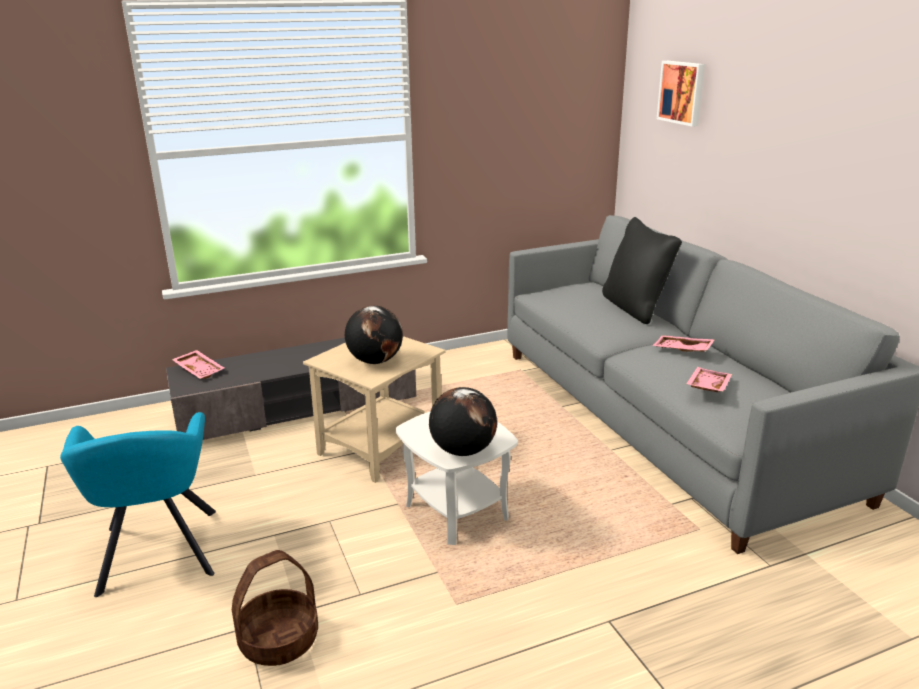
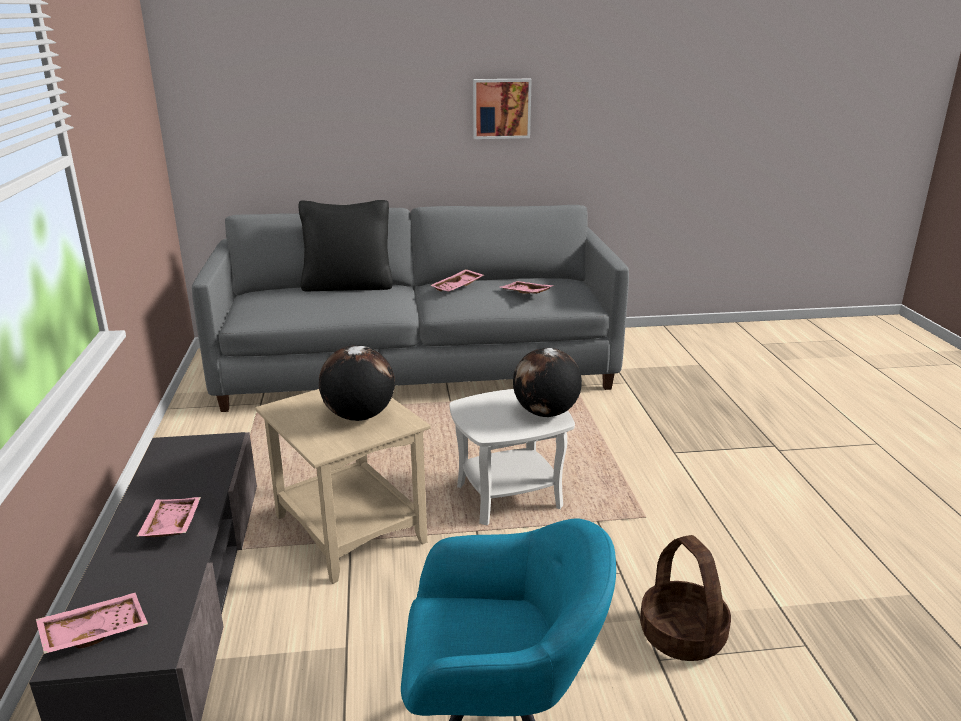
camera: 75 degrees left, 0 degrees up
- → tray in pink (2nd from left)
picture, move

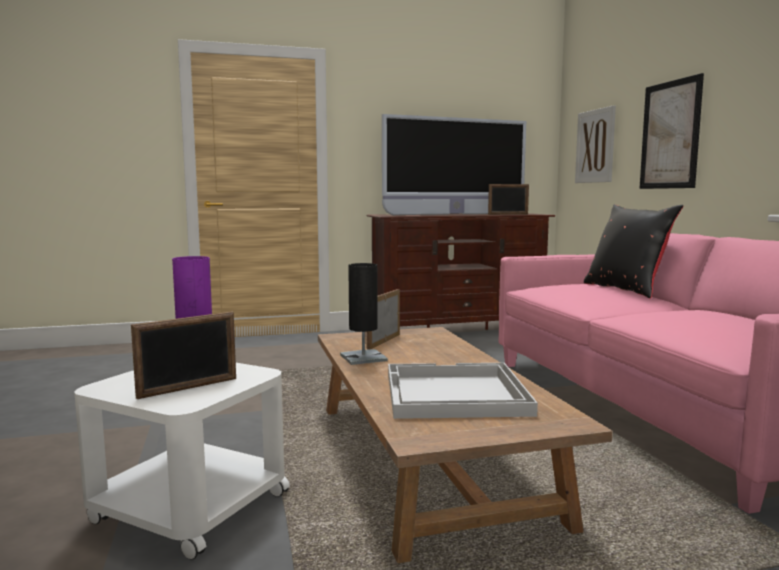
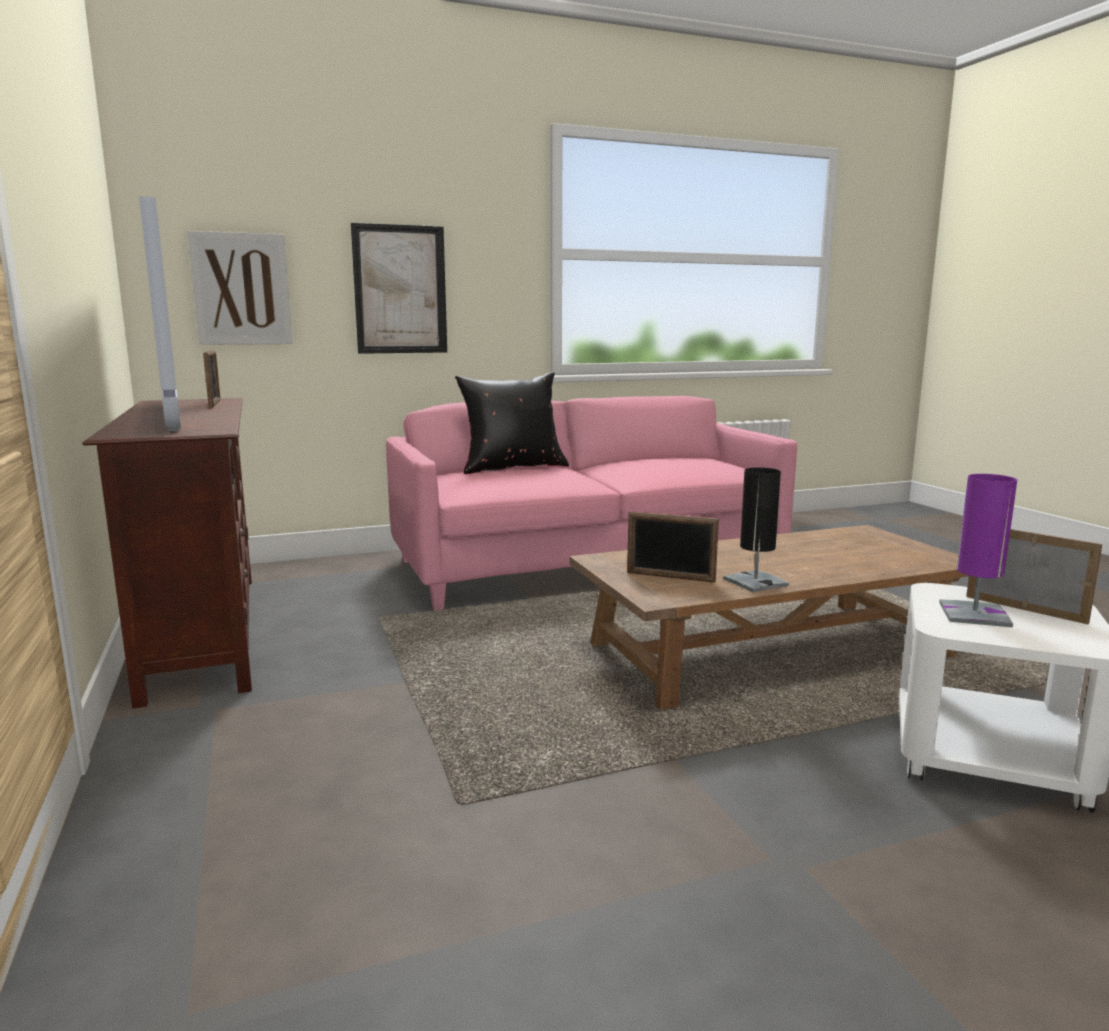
camera: 95 degrees left, 5 degrees up
tray in white → -

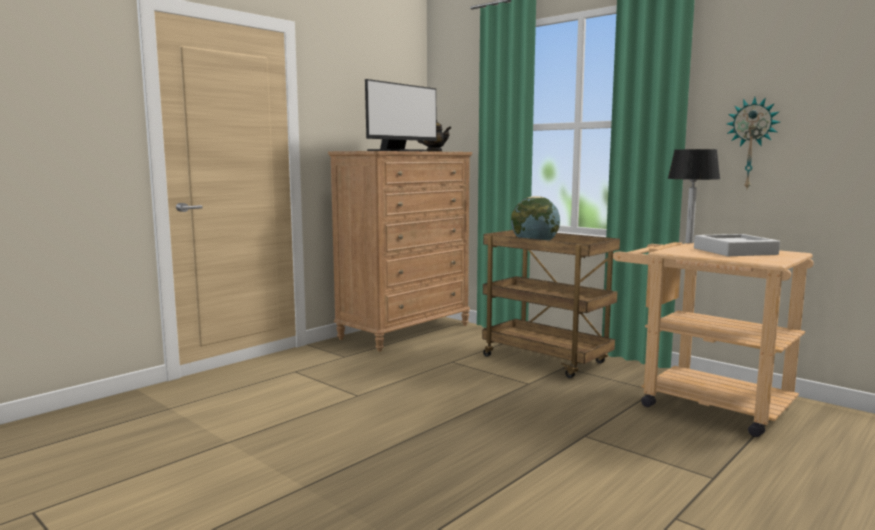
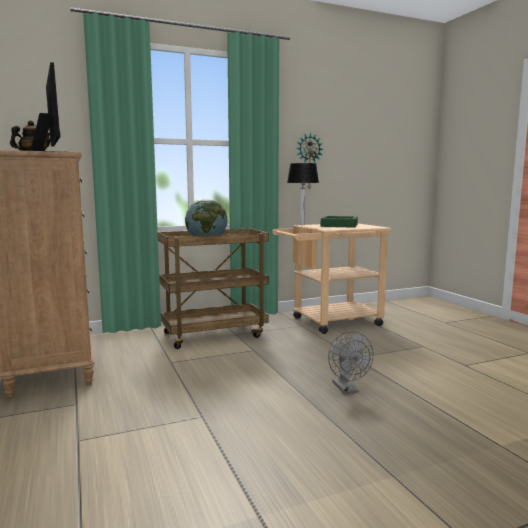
camera: 65 degrees left, 0 degrees up
- → fan in grey
tray in grey → tray in green

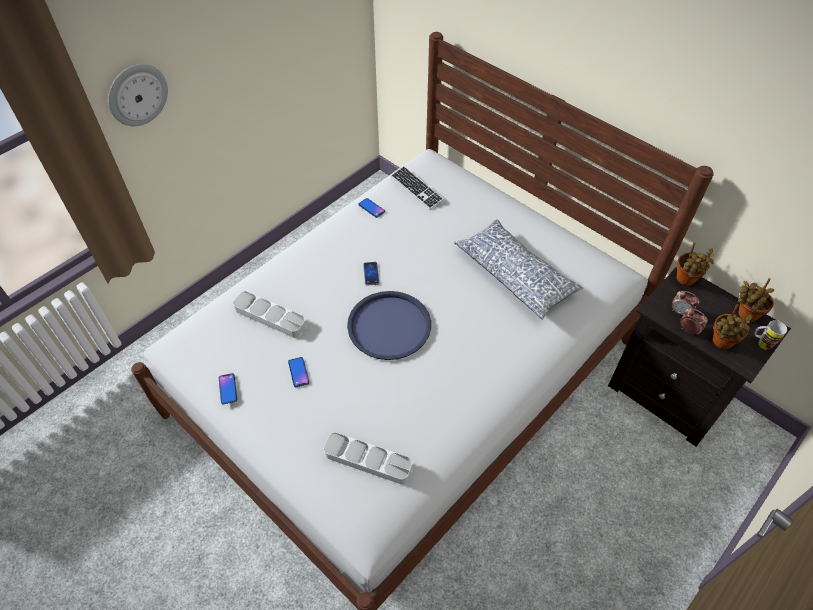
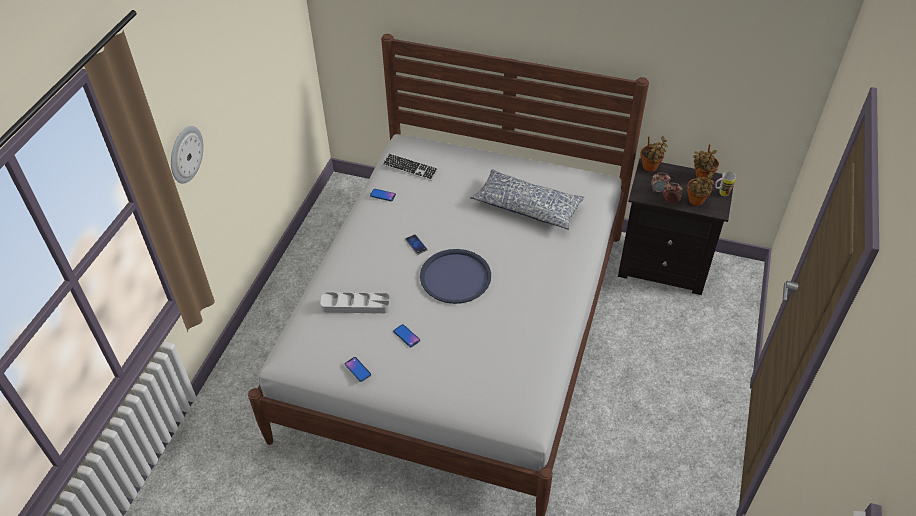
camera: 25 degrees left, 5 degrees down
tray in grey (2nd from left) → -

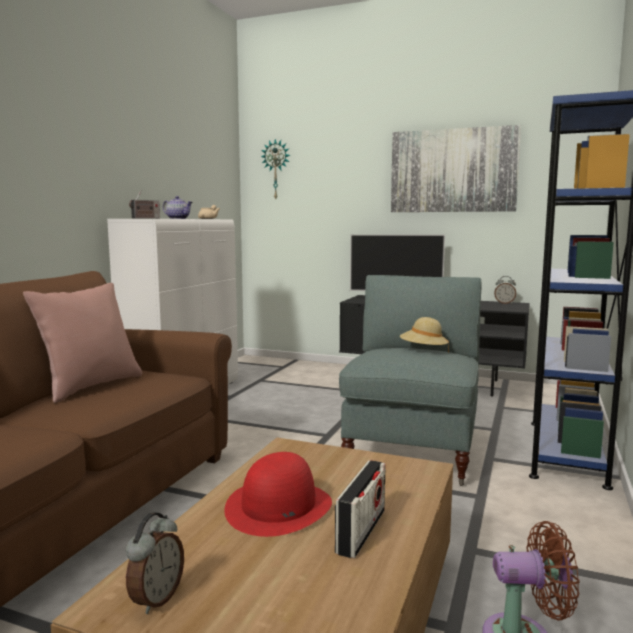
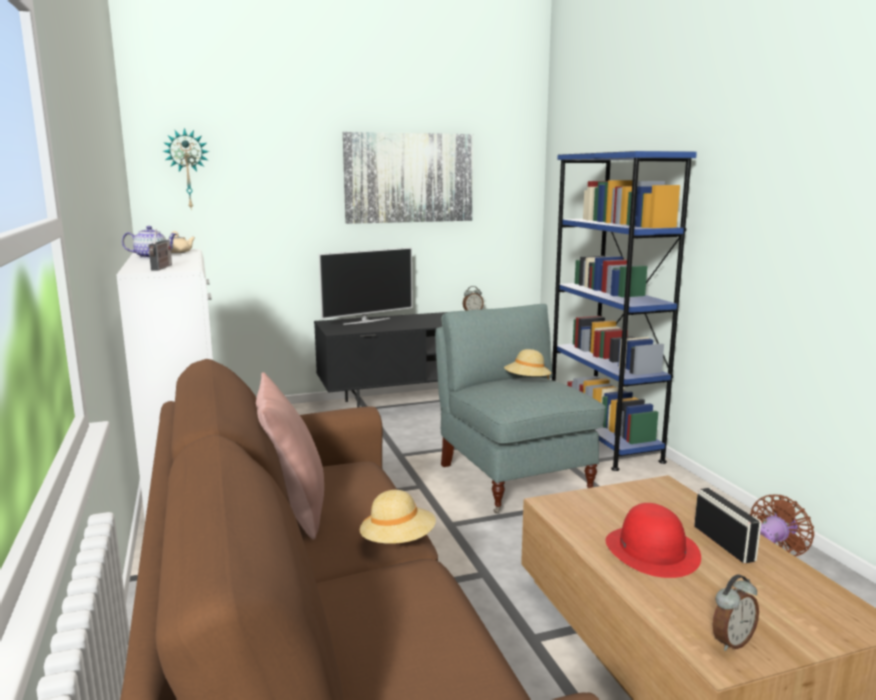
camera: 40 degrees left, 5 degrees up
- → hat in beige (1st from left)
alarm clock (1st from left in the first image) → alarm clock (2nd from left), 75 degrees clockwise

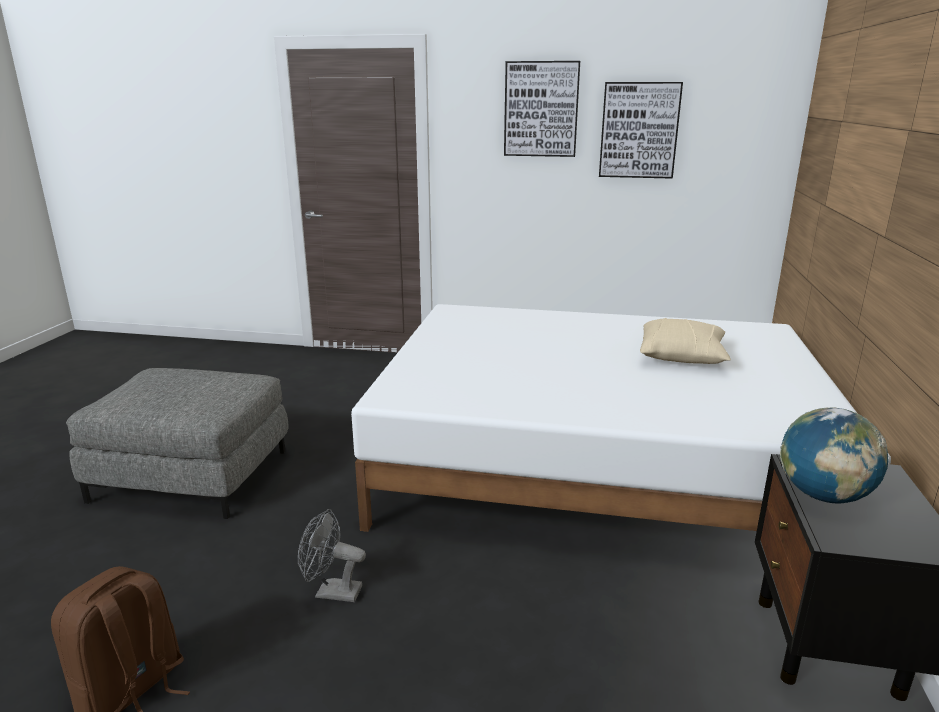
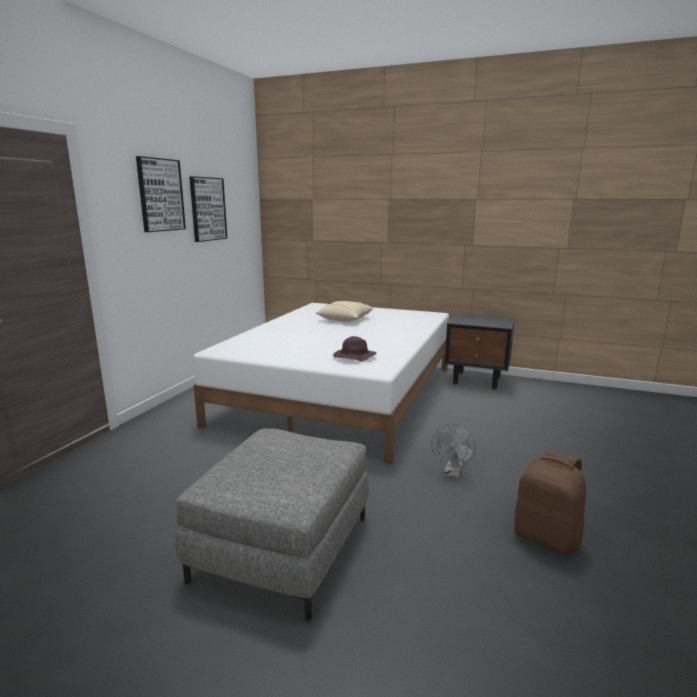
camera: 80 degrees left, 5 degrees down
globe → -
- → hat in purple

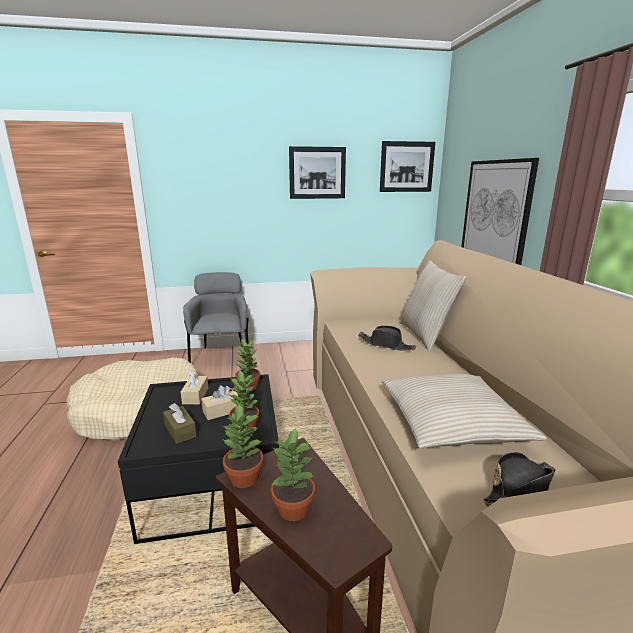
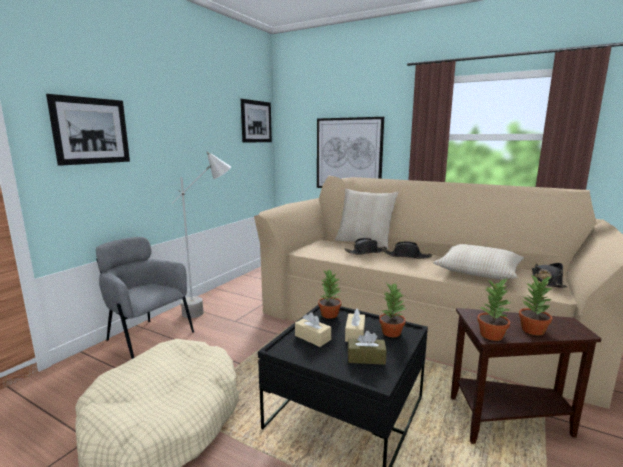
camera: 50 degrees left, 5 degrees down
- → floor lamp in grey
- → hat in black (2nd from left)
picture (1st from left), move

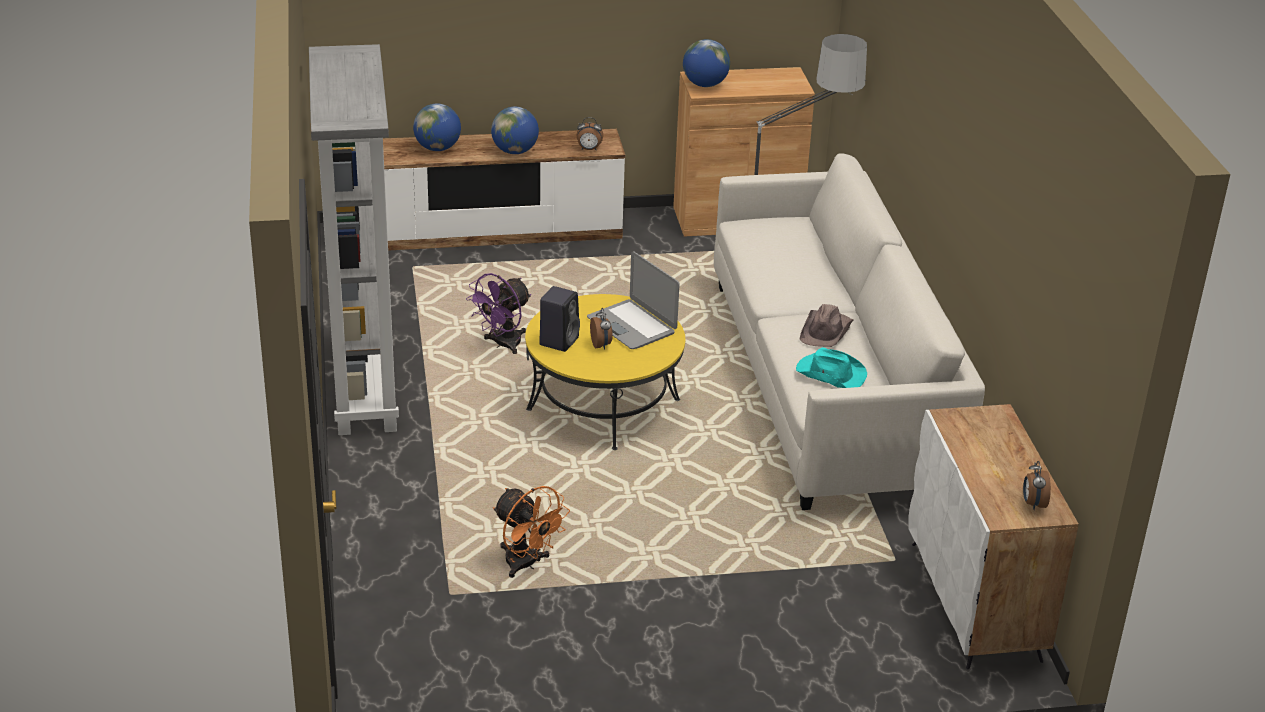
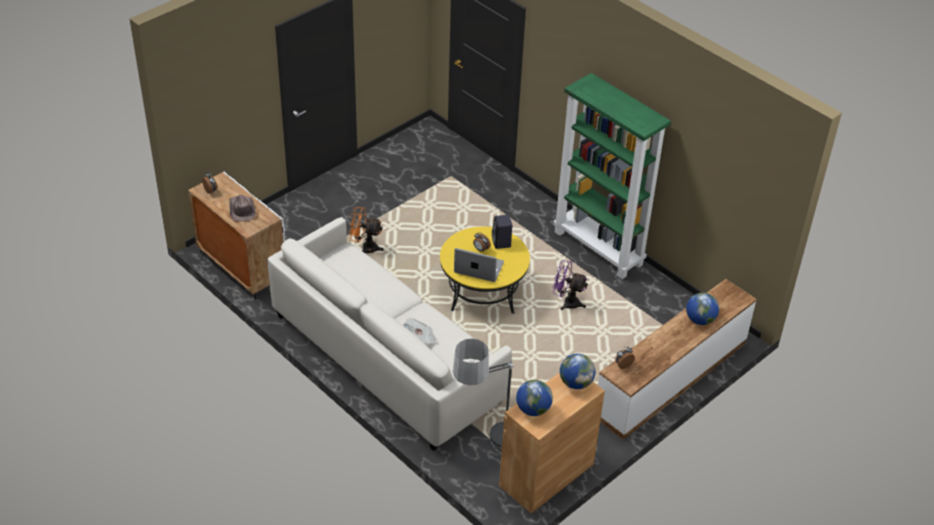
camera: 145 degrees right, 10 degrees up
hat in turquoise → -
- → newspaper
globe (2nd from left in the first image) → globe (1st from left), move
fan in orange, move
hat in brown, move
bookcase in grey → bookcase in green
fan in purple, 75 degrees counterclockwise

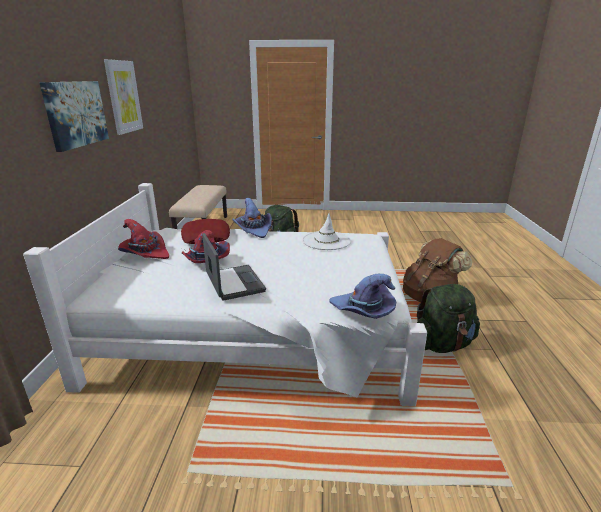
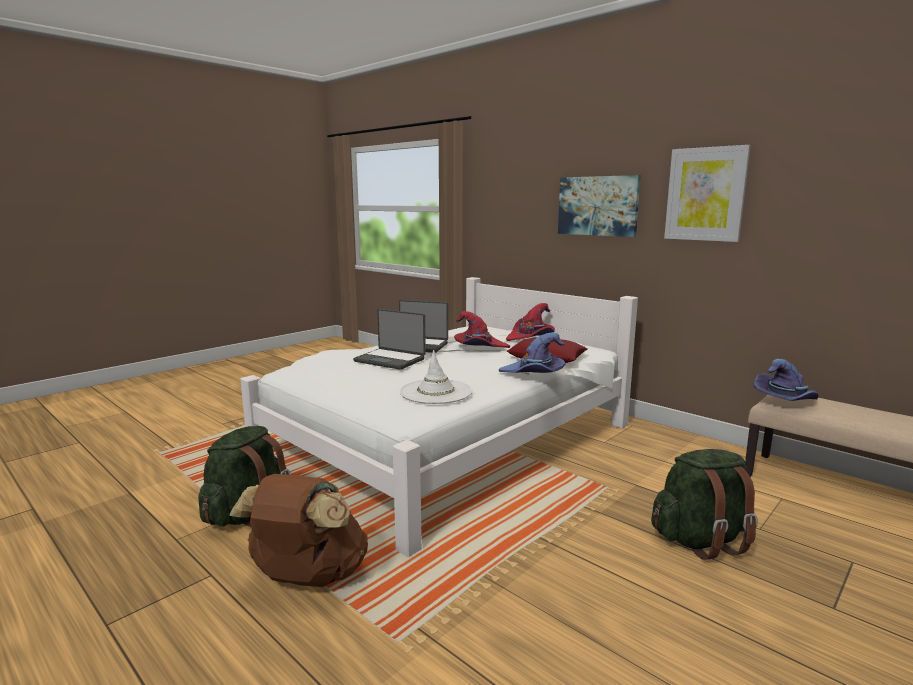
camera: 130 degrees right, 10 degrees down
- → laptop (1st from left)
hat in purple (2nd from left), move

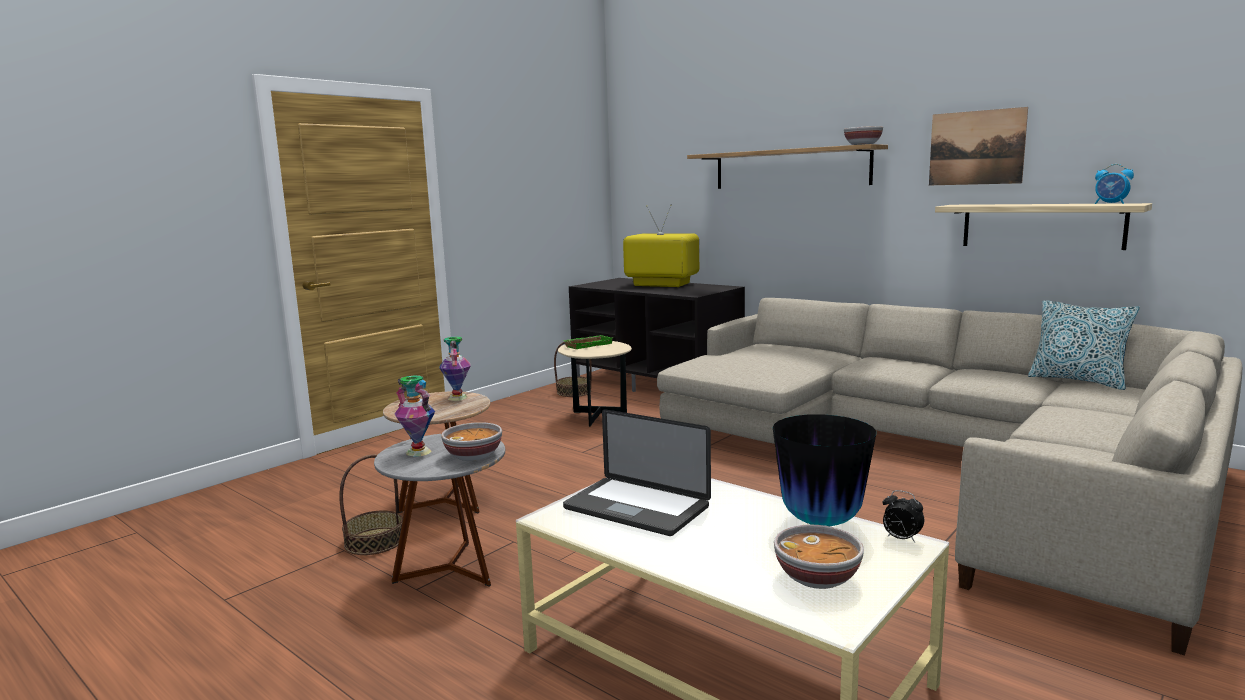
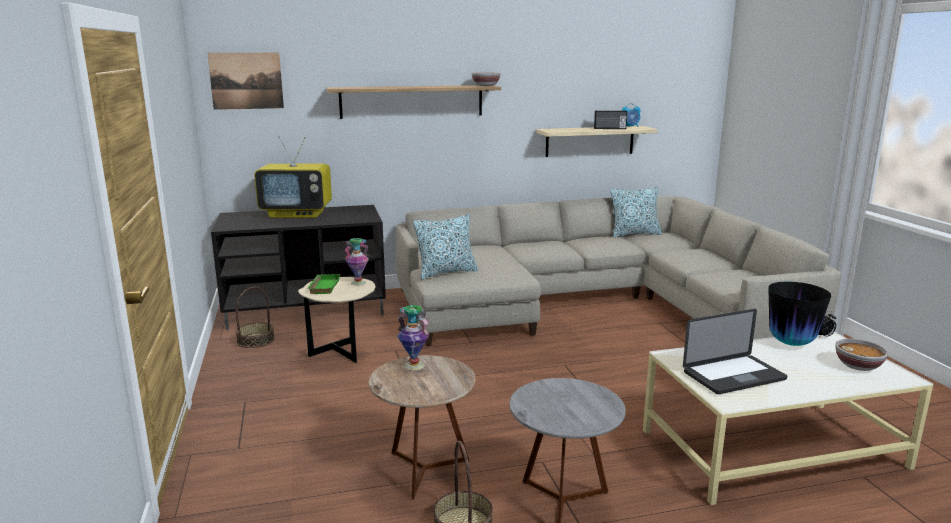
camera: 55 degrees left, 5 degrees up
bowl (1st from left) → -
- → pillow (1st from left)
- → radio
vase (1st from left), move
picture, move
television, 150 degrees counterclockwise

